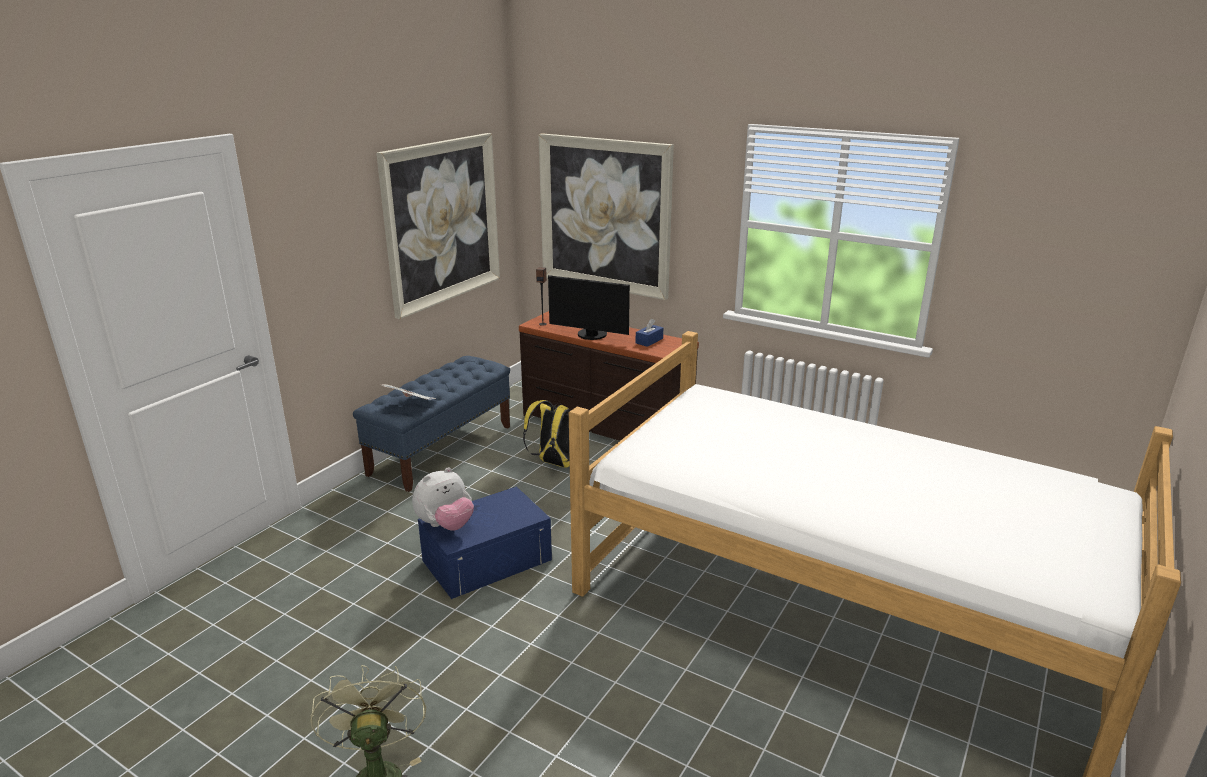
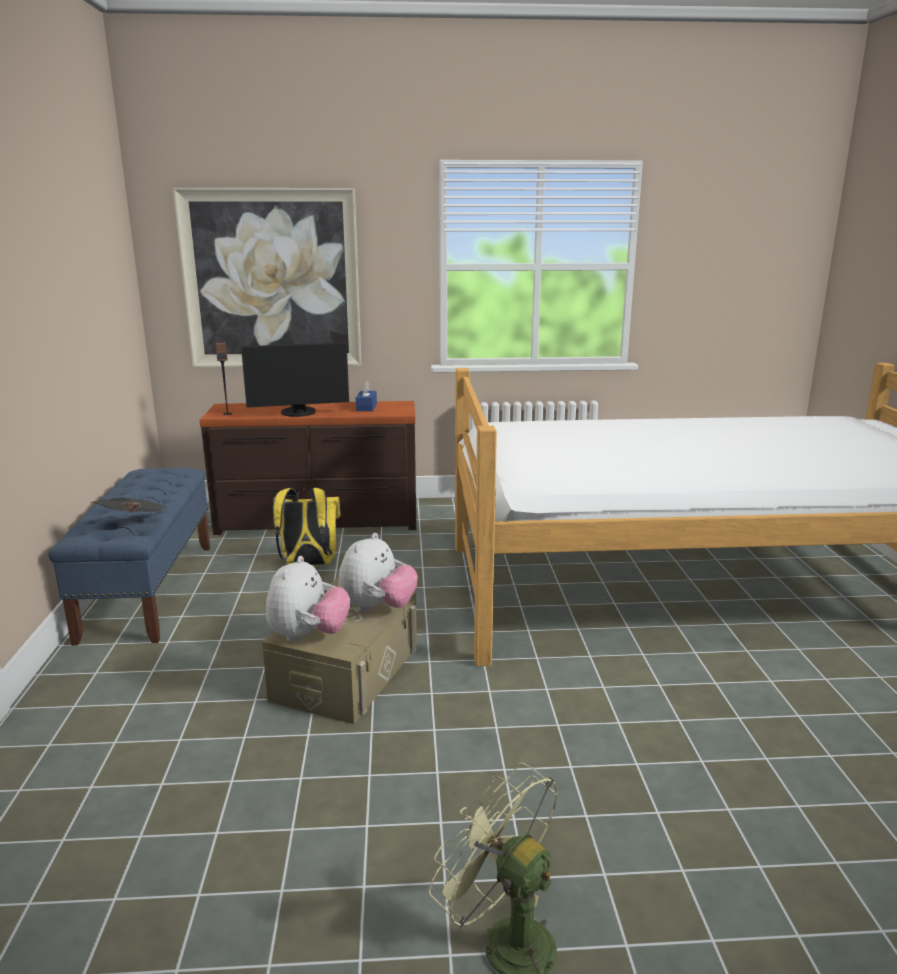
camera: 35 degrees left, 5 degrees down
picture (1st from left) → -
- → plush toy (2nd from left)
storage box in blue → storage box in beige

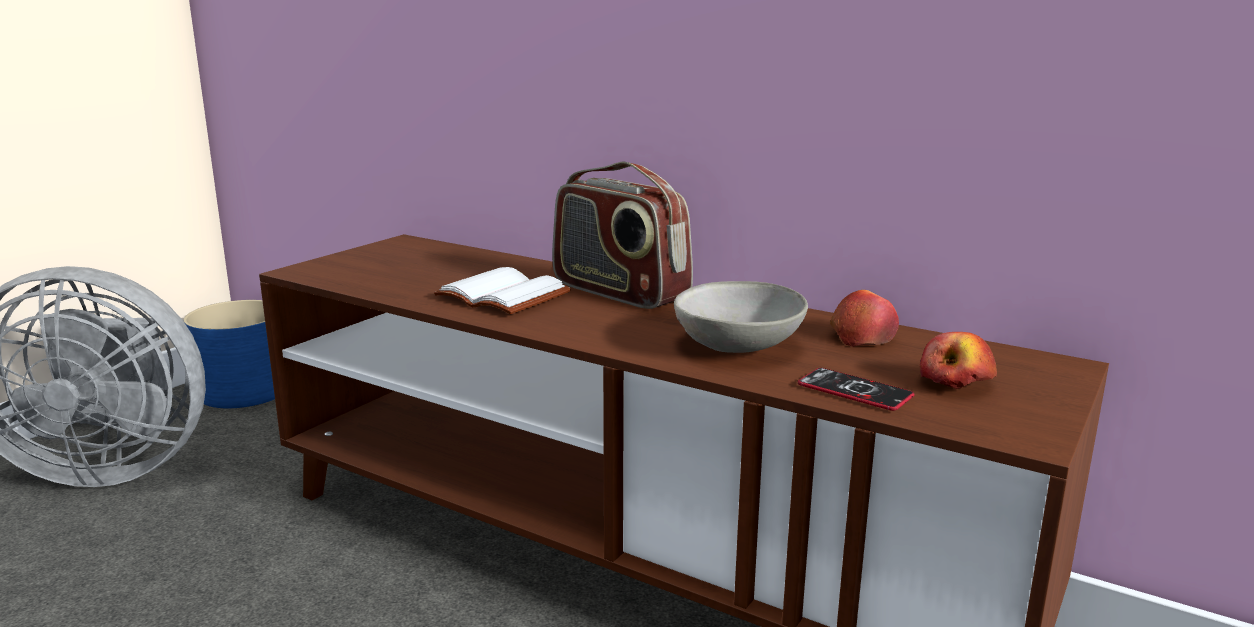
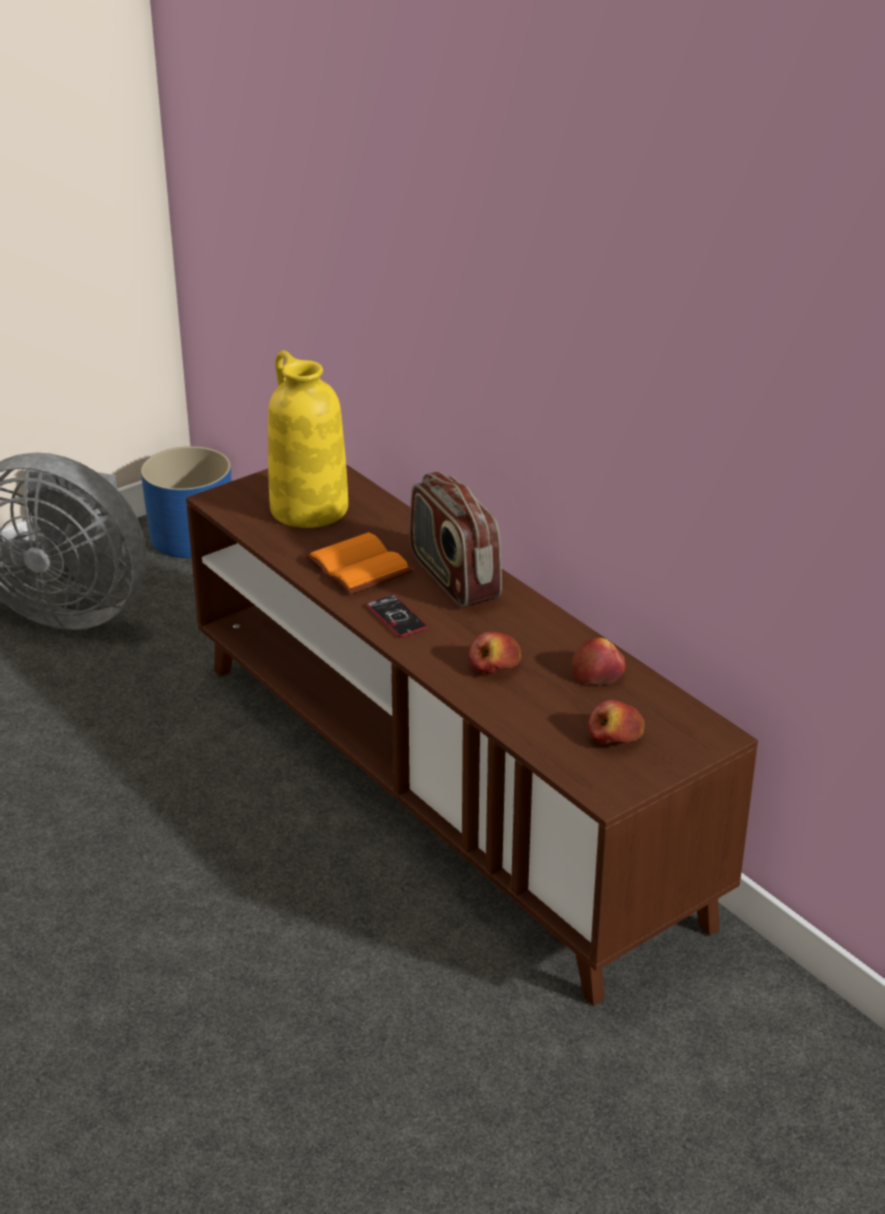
camera: 20 degrees right, 15 degrees up
- → vase in yellow
phone, move
bowl in grey → apple (1st from left)
book in white → book in orange

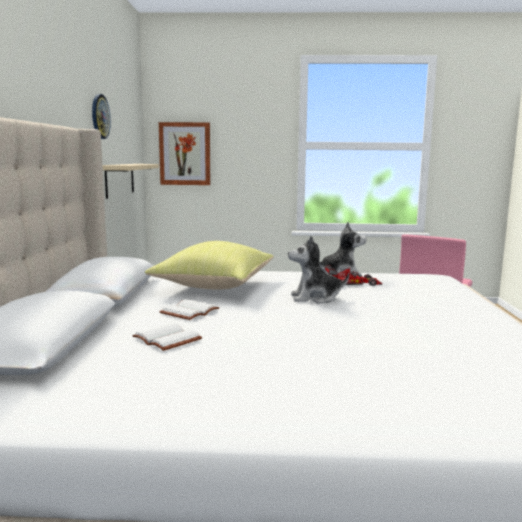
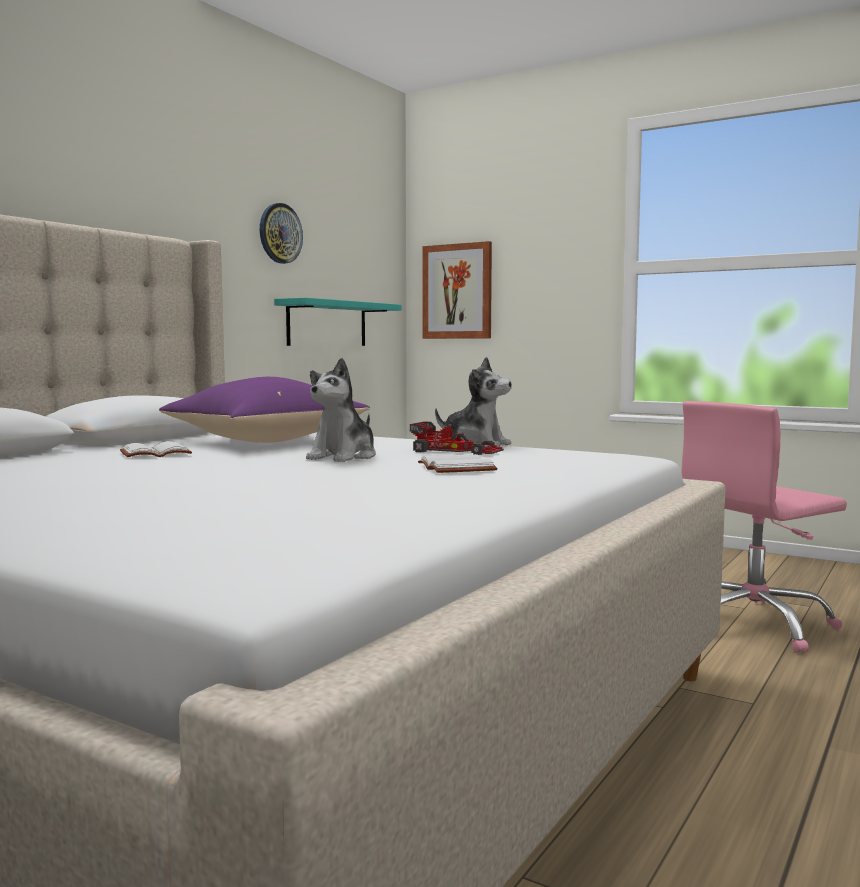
camera: 30 degrees right, 5 degrees down
book in white (1st from left in the first image) → book in white (2nd from left), move
shelf in beige → shelf in turquoise
pillow in yellow → pillow in purple
plush toy (1st from left), 90 degrees counterclockwise

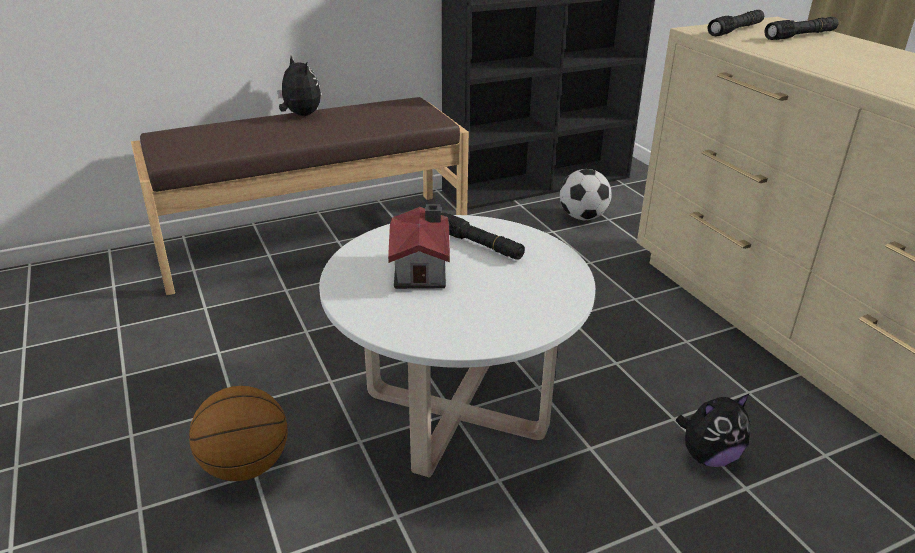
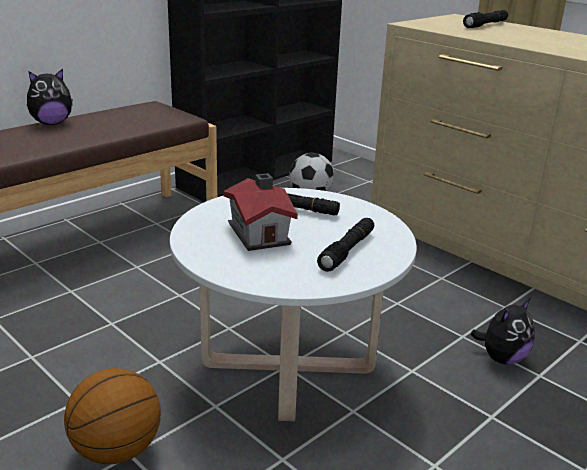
camera: 20 degrees left, 5 degrees down
flashlight in black (2nd from left), move
plush toy (1st from left), 120 degrees clockwise

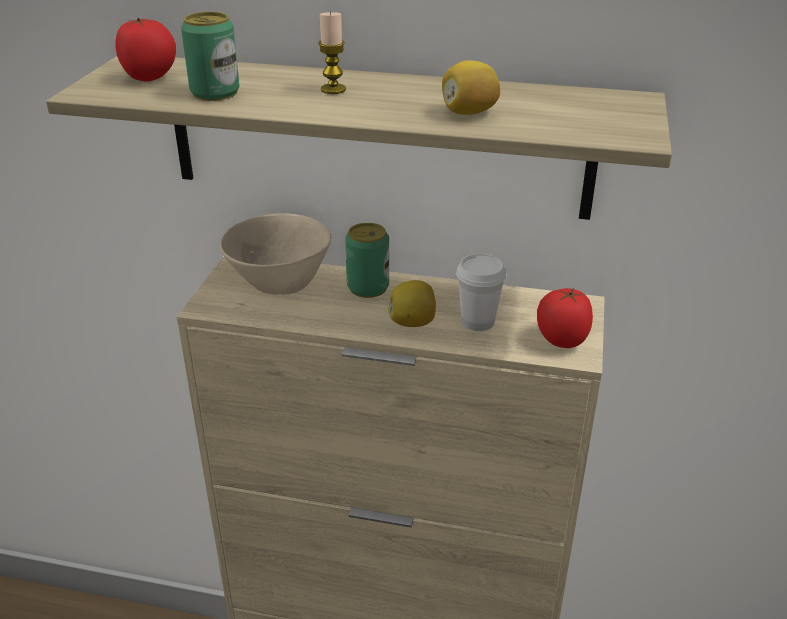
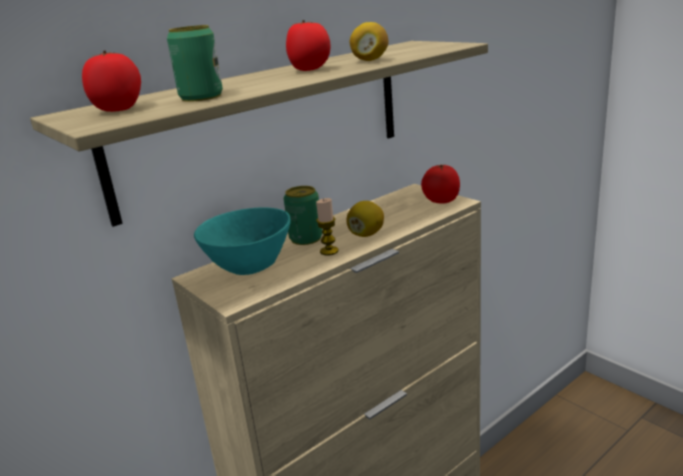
camera: 50 degrees left, 10 degrees down
cup in white → -
- → tomato (2nd from left)
candle, move
bowl in beige → bowl in turquoise

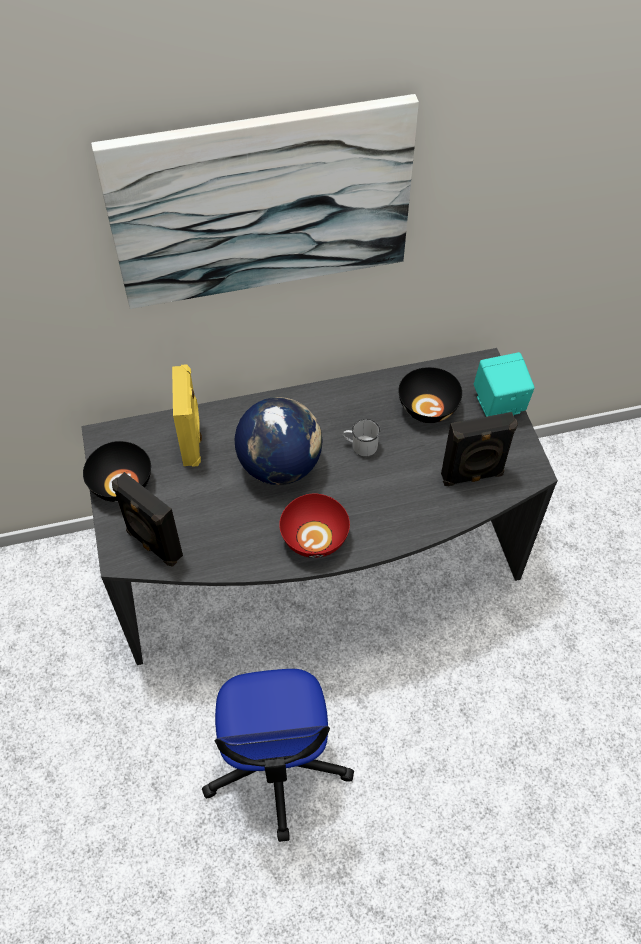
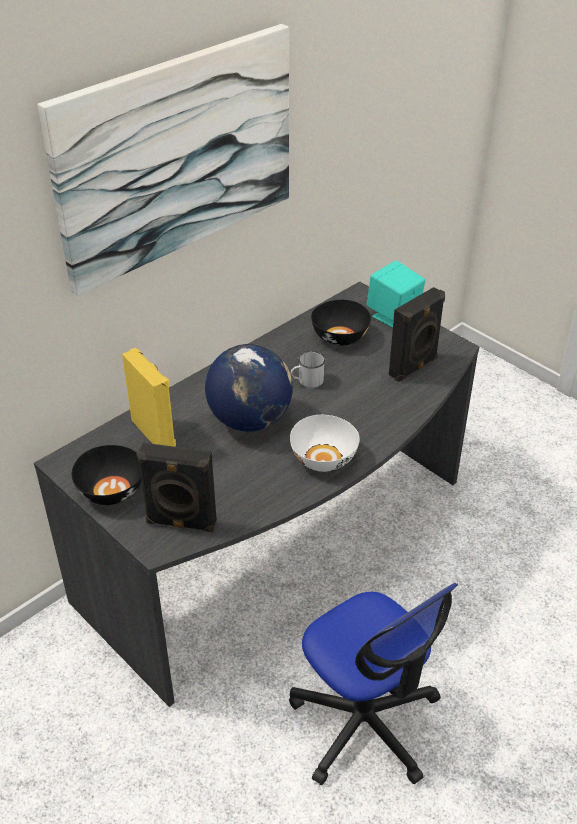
camera: 30 degrees left, 15 degrees down
bowl in red → bowl in white

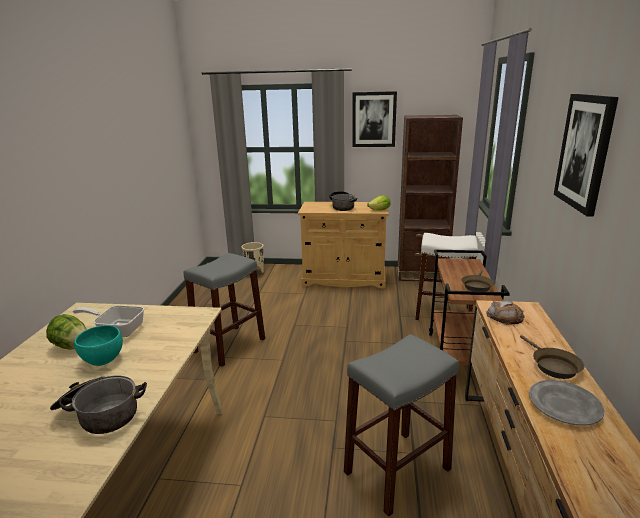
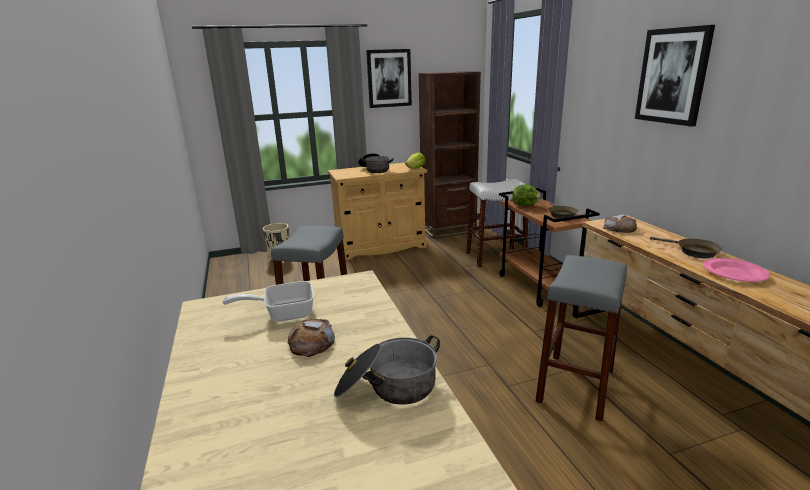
camera: 25 degrees left, 0 degrees up
lettuce (1st from left in the first image) → lettuce (2nd from left), move
bowl in turquoise → bread (1st from left)
plate in grey → plate in pink

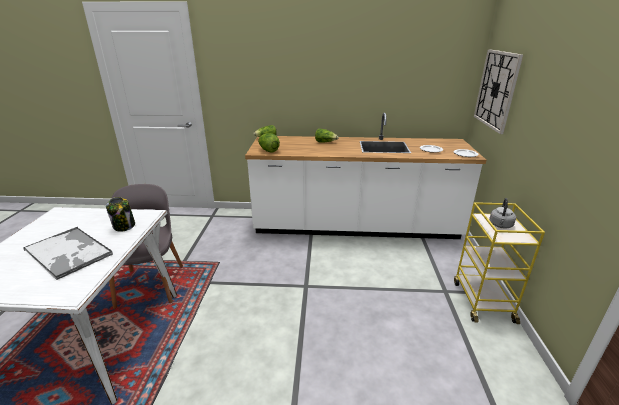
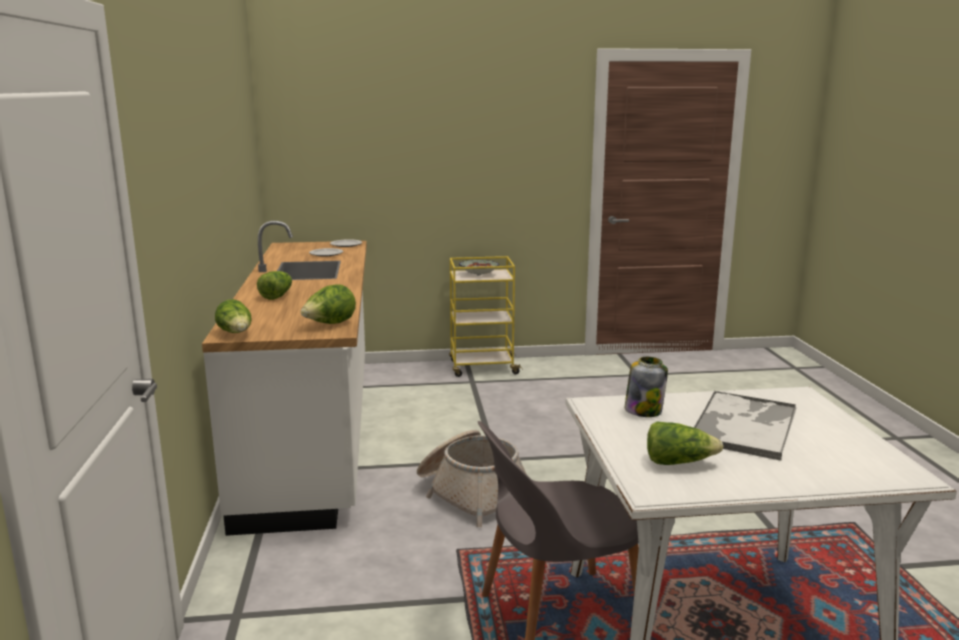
camera: 100 degrees left, 10 degrees down
wall clock → -
- → basket
- → lettuce (4th from left)
kettle in grey → bowl

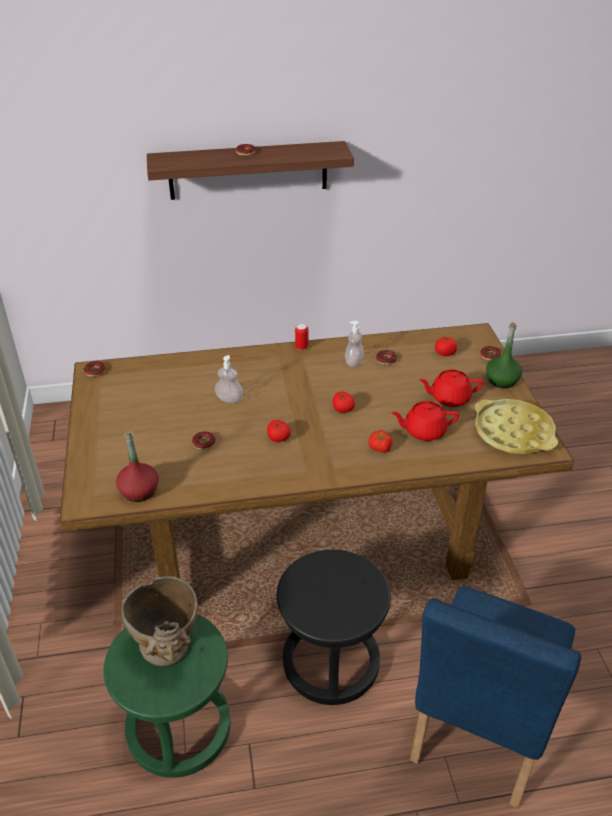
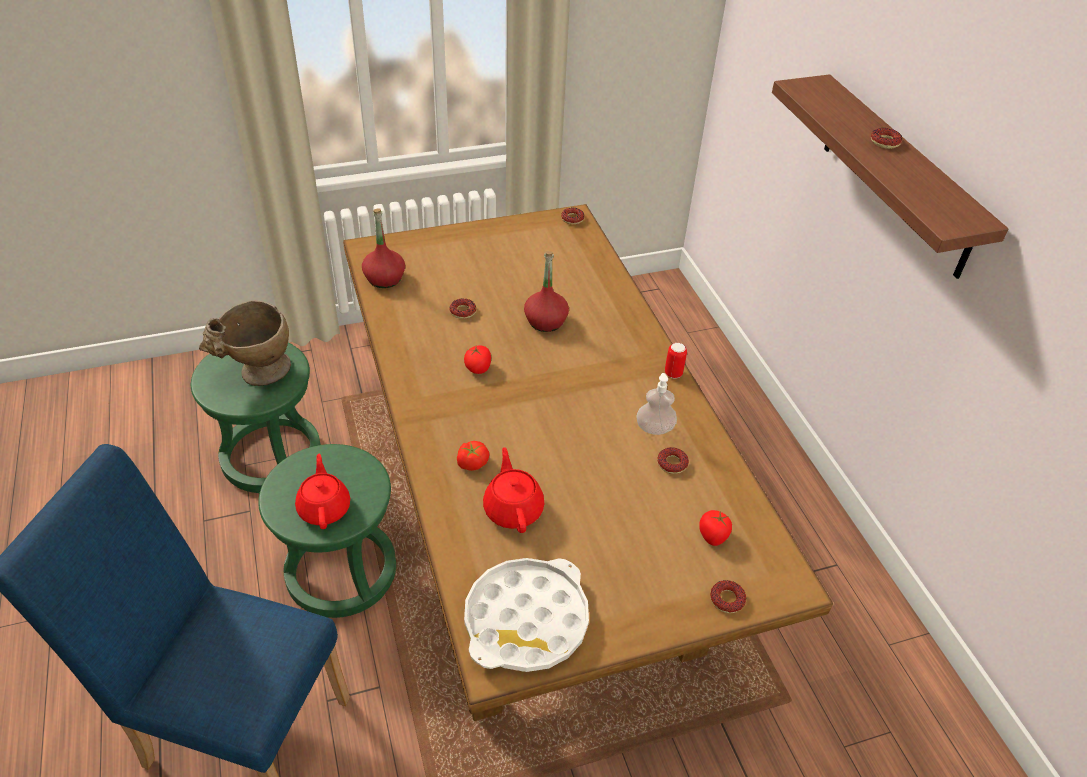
camera: 80 degrees right, 5 degrees up
tomato (2nd from left) → -
bottle in green → -
teapot in red (2nd from left in the first image) → teapot in red (1st from left), move
soap dispenser (1st from left) → bottle in red (2nd from left)
stool in black → stool in green (2nd from left)
tray in yellow → tray in white

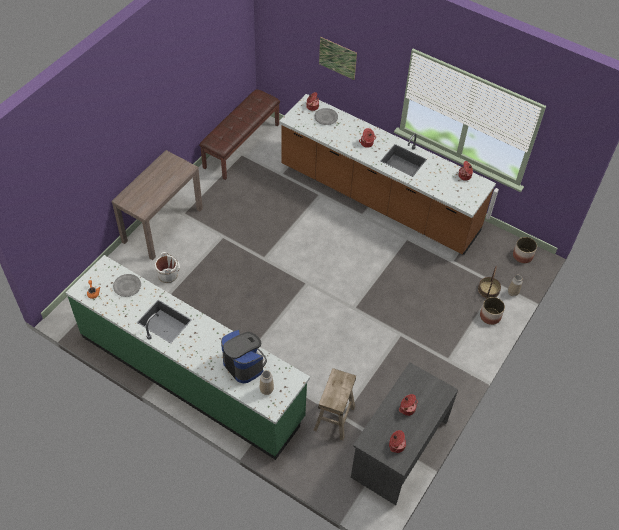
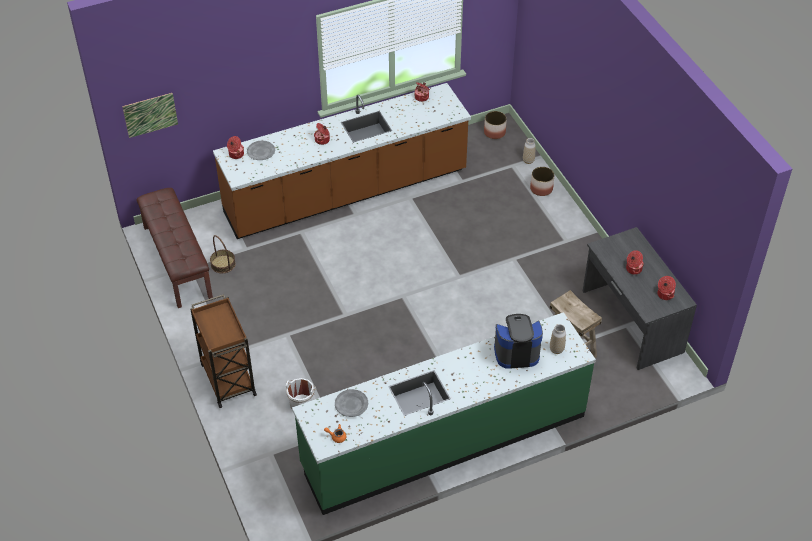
camera: 55 degrees left, 5 degrees down
picture, move
basket, move
console table in brown → cart in brown

